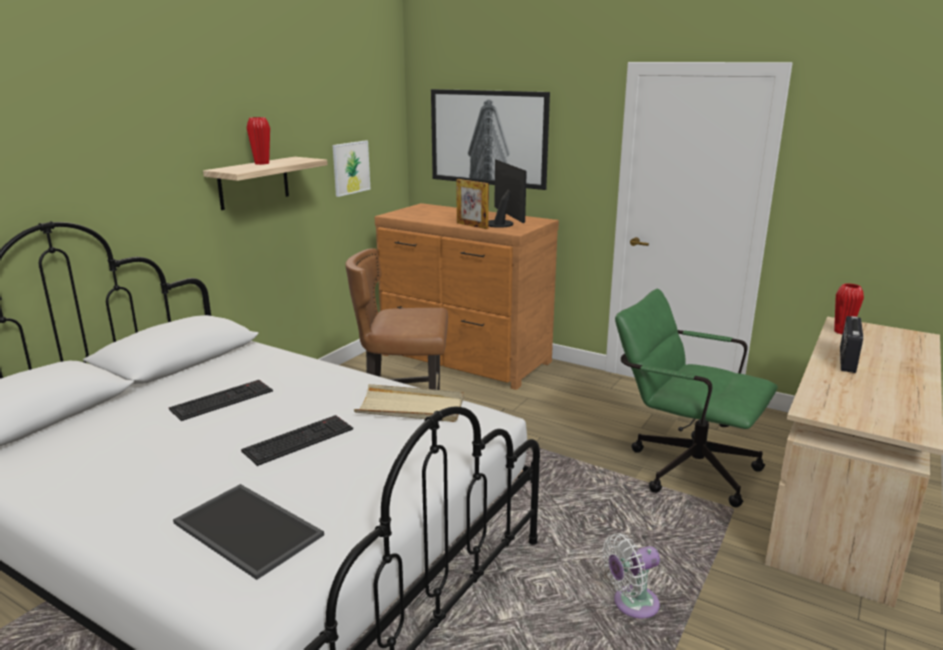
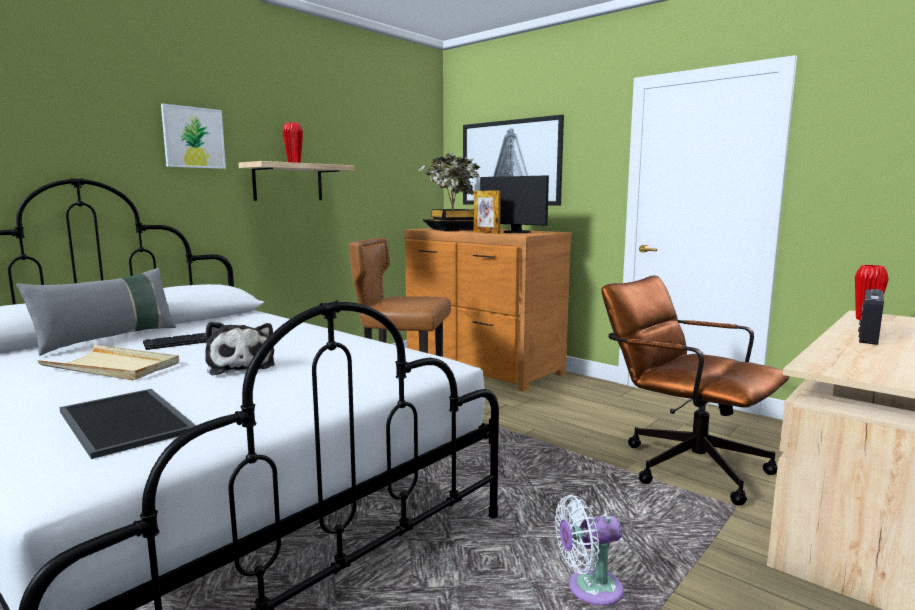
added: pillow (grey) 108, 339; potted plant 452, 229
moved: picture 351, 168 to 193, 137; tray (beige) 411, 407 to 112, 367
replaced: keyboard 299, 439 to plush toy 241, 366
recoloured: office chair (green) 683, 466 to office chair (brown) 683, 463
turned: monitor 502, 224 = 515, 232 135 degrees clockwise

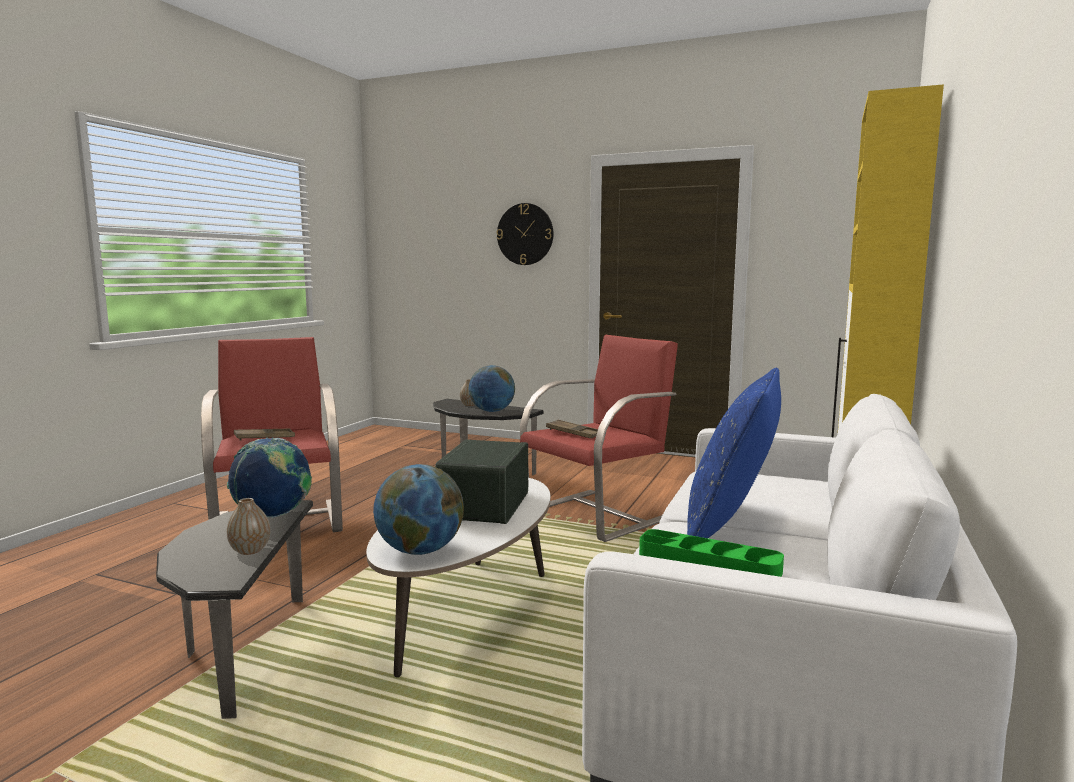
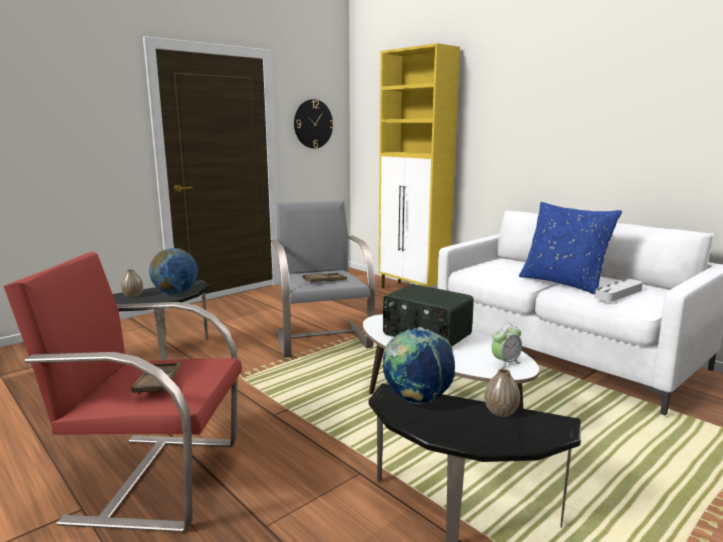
moved: wall clock 525, 234 to 313, 124
replaced: globe 420, 551 to alarm clock 505, 363
recoloured: armchair (red) 597, 514 to armchair (grey) 322, 338; tray (green) 708, 563 to tray (grey) 618, 293

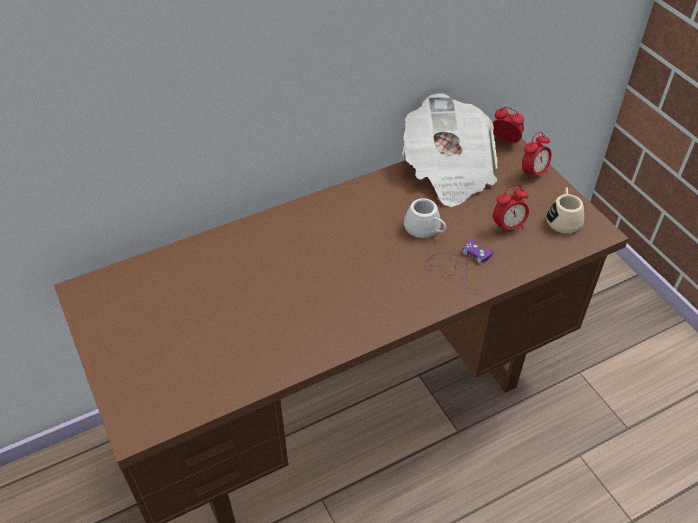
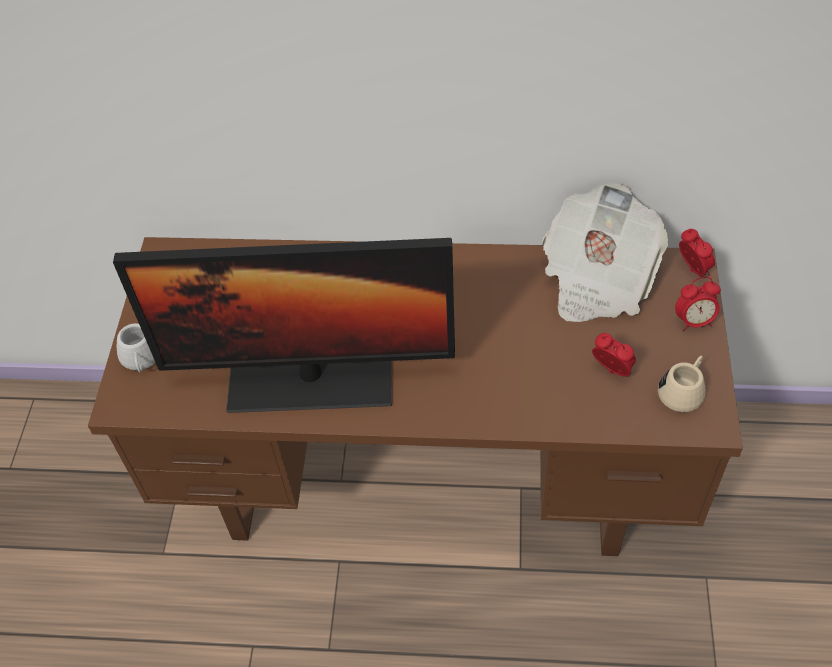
removed: game controller (purple) 459, 264
added: monitor 310, 378
moved: mug (white) 425, 229 to 141, 359
turned: alarm clock 508, 226 = 611, 371 150 degrees counterclockwise

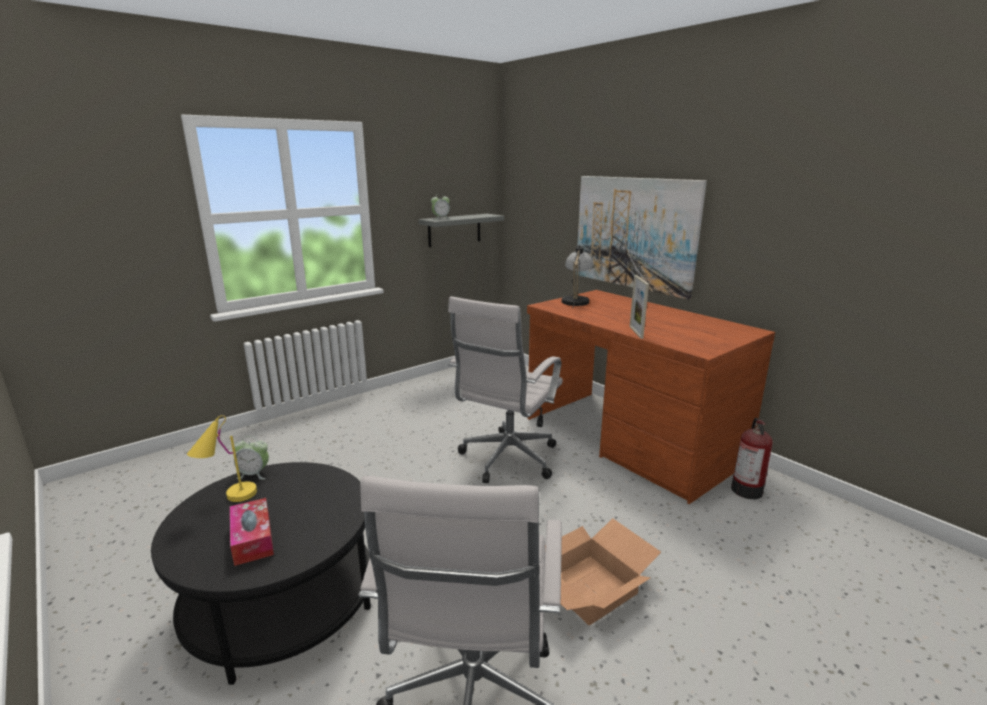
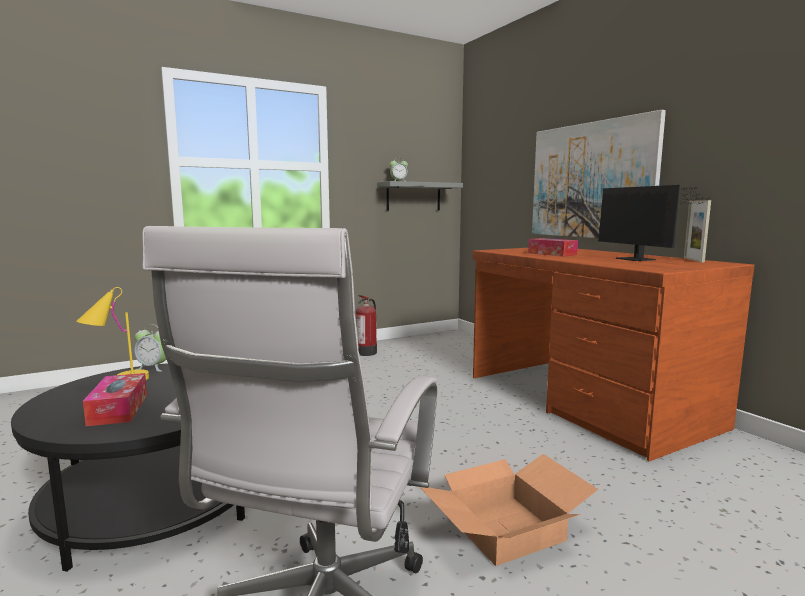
removed: office chair (white) 506, 460; table lamp 576, 300
added: tissue box 552, 254; monitor 638, 259
moved: picture frame 636, 332 to 693, 260; fire extinguisher 746, 489 to 367, 352

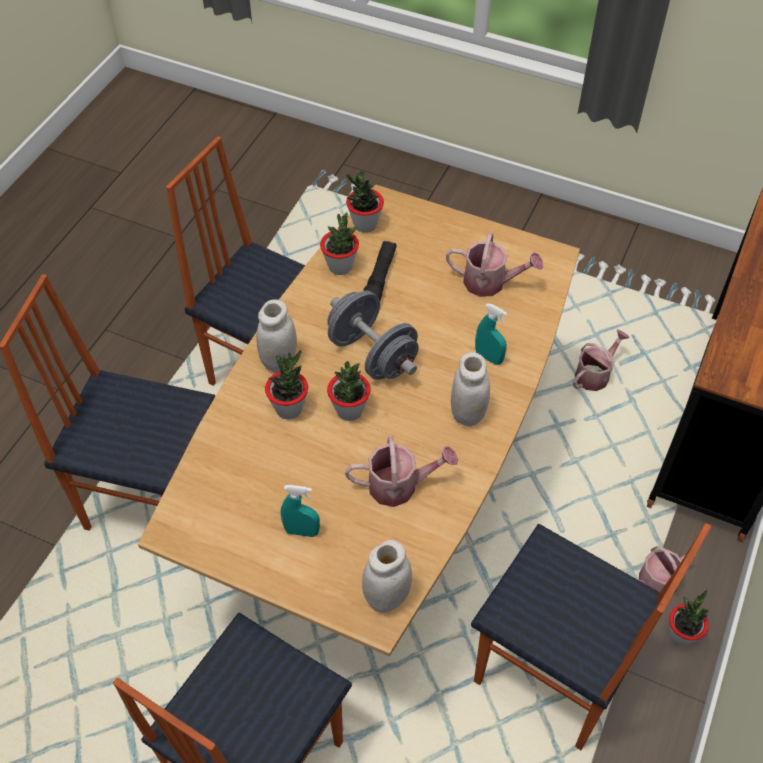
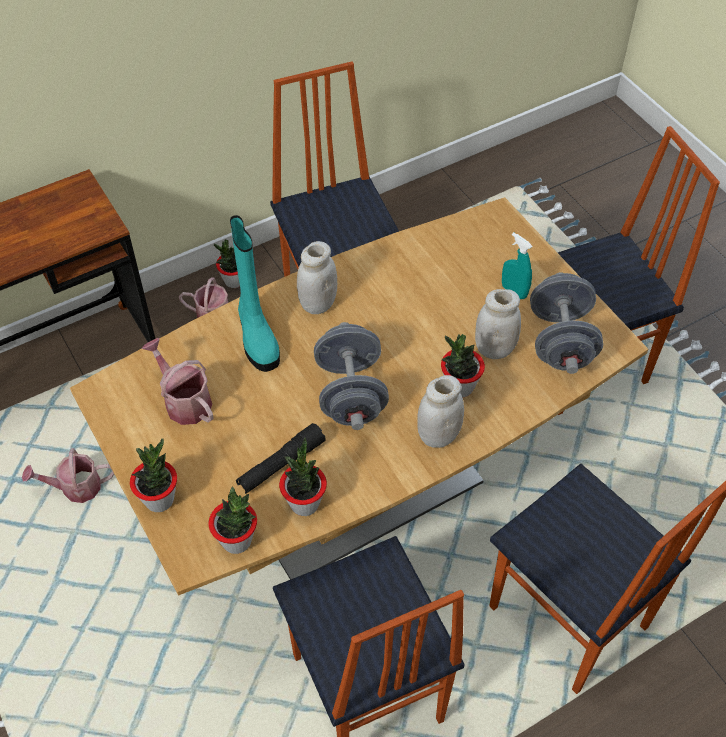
removed: watering can 399, 485
added: dumbbell (grey) 561, 341
moved: potted plant 349, 410 to 159, 499; jar (white) 387, 597 to 494, 349
replaced: spray bottle (turquoise) 488, 357 to boot (turquoise) 256, 336

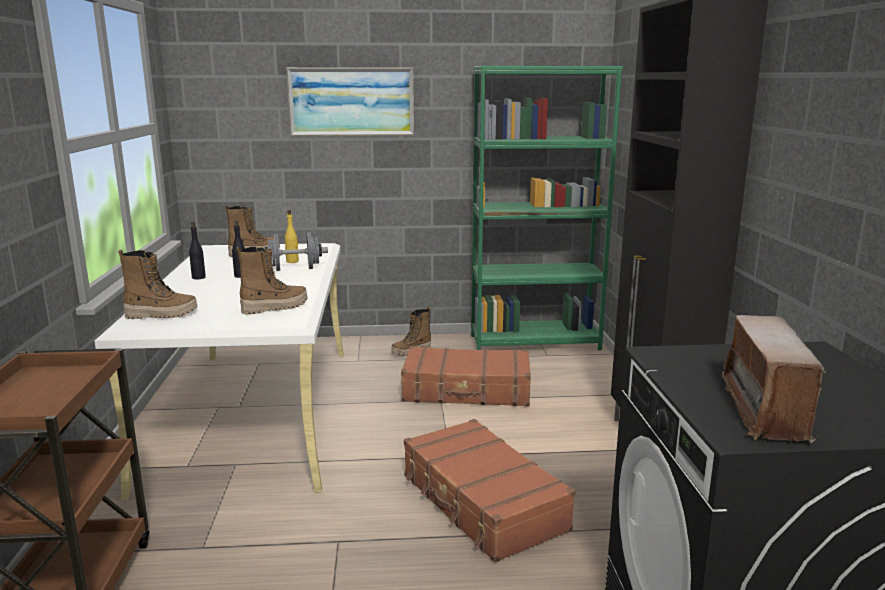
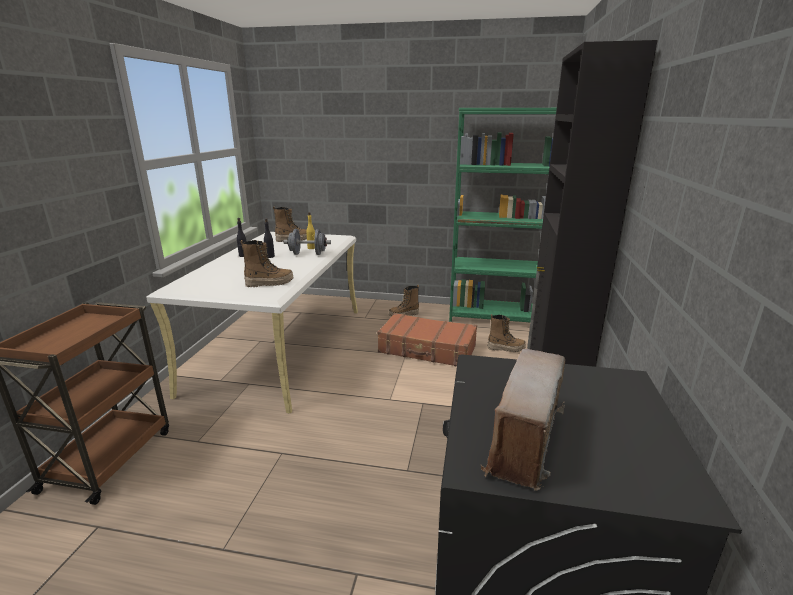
removed: picture 351, 101; suitcase (brown) 482, 503
moved: boot 161, 315 to 506, 348

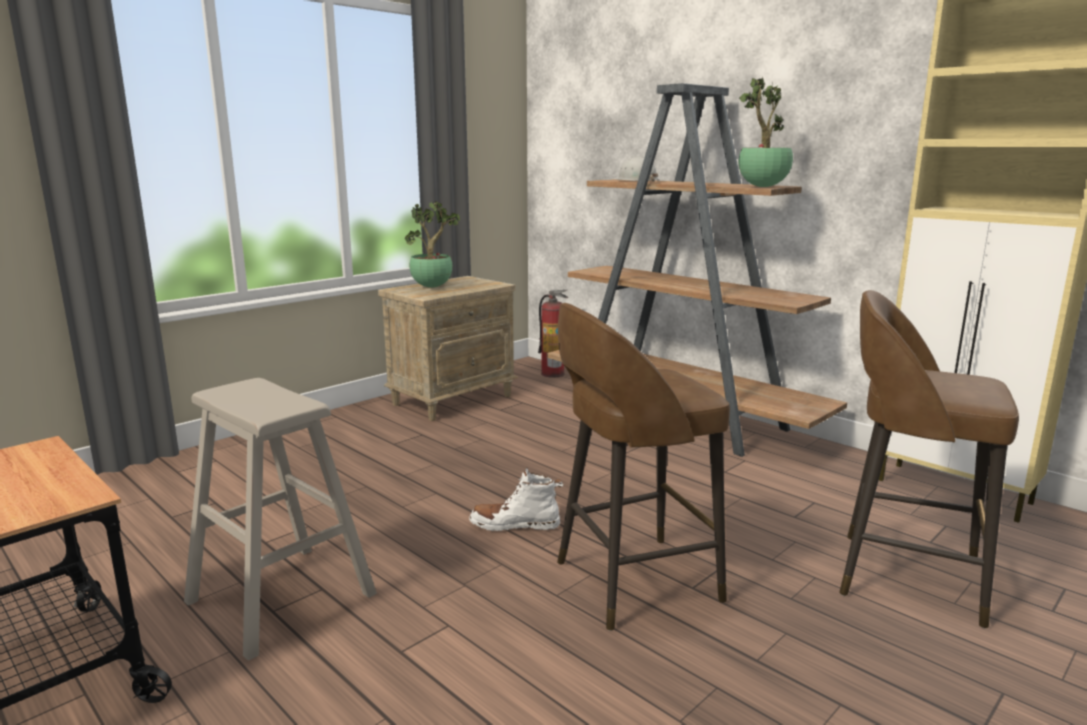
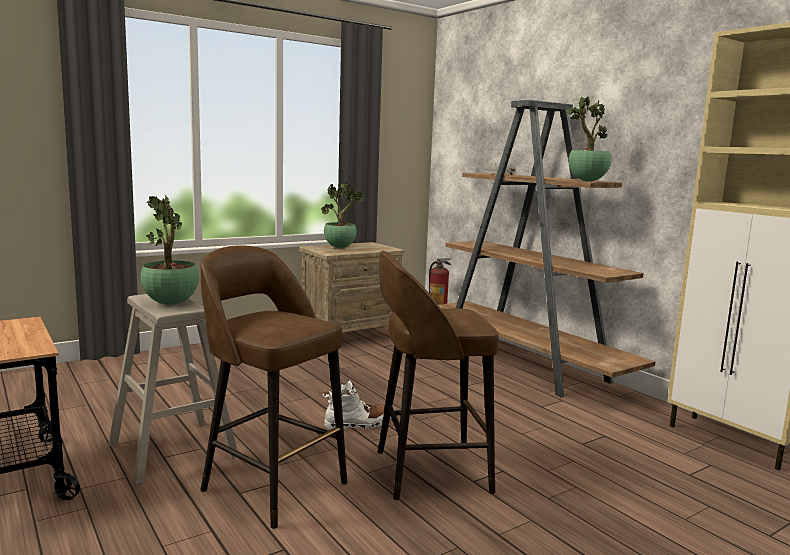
added: potted plant 171, 304
moved: stool (brown) 903, 576 to 272, 485
turned: boot (white) 515, 525 = 358, 424 150 degrees clockwise

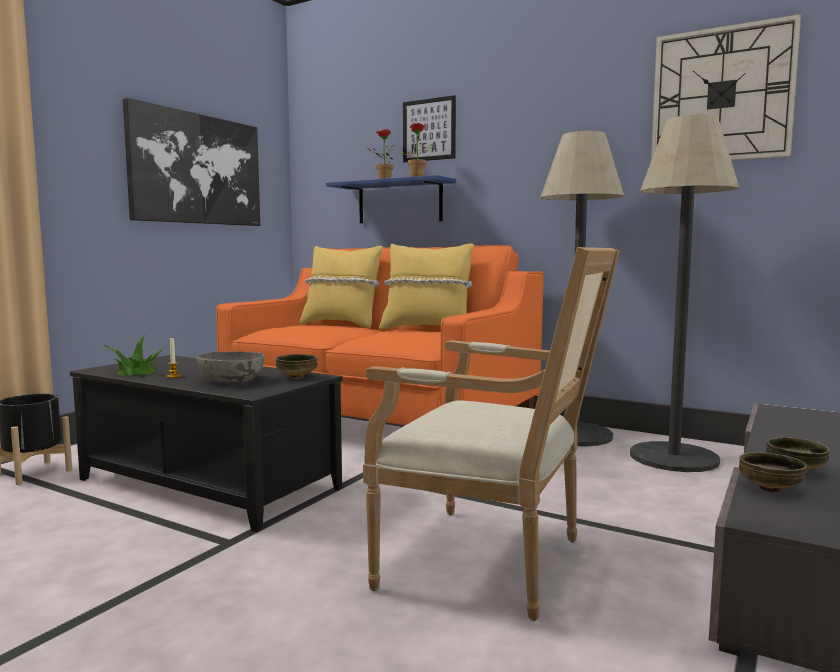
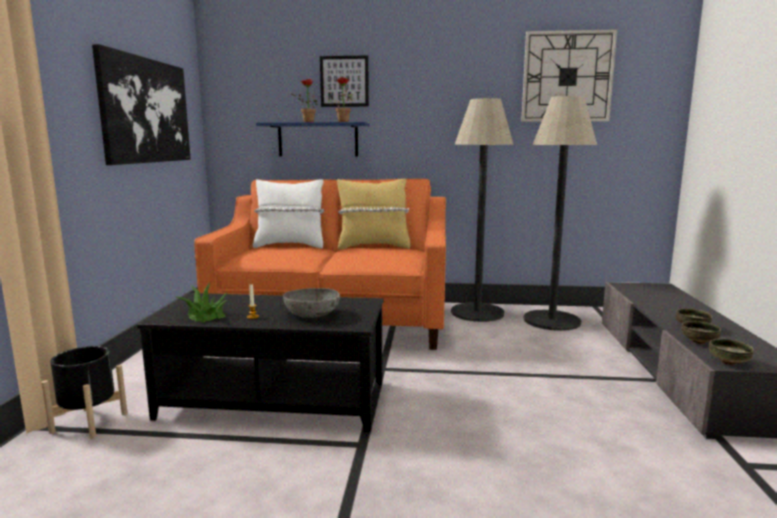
removed: armchair 494, 563
moved: bowl 297, 377 to 728, 362
recoloured: pillow (yellow) 341, 324 to pillow (white) 290, 246

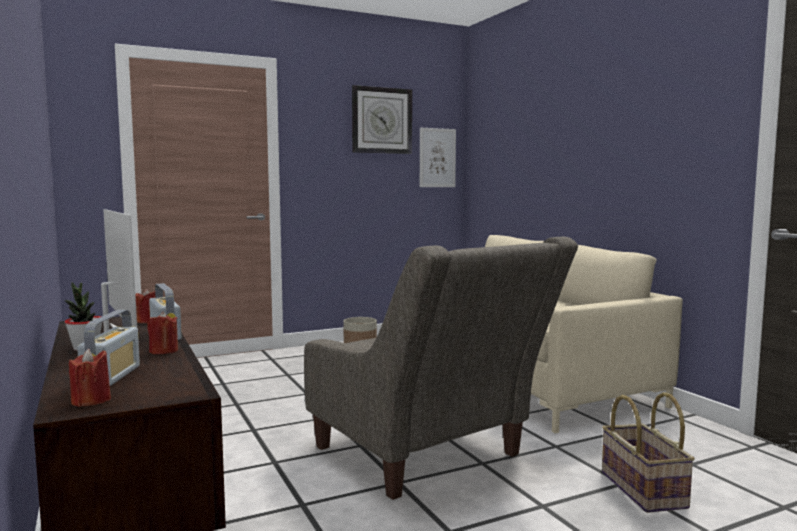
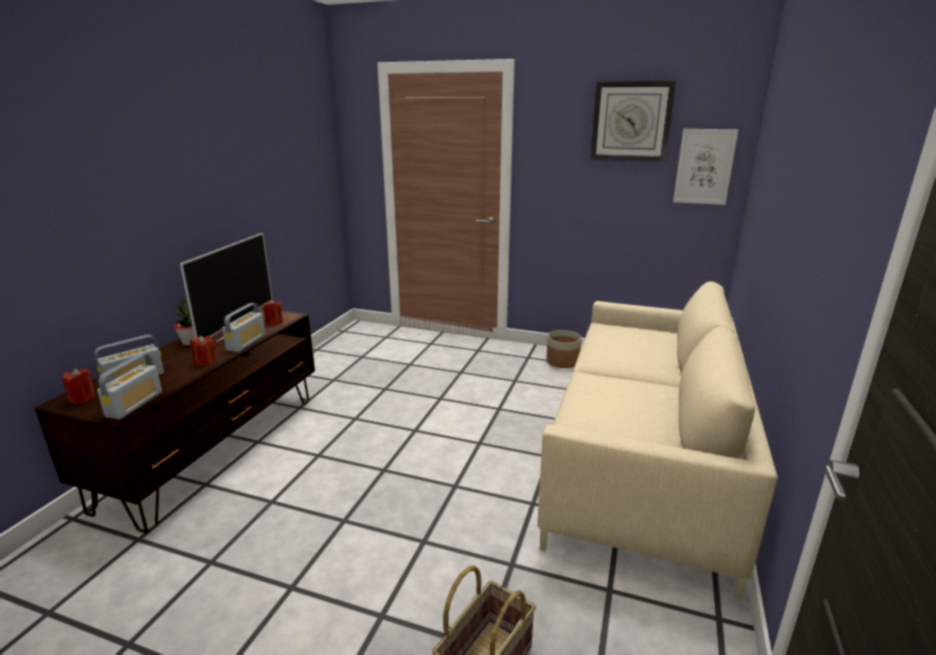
removed: armchair (grey) 430, 459
added: radio 134, 404

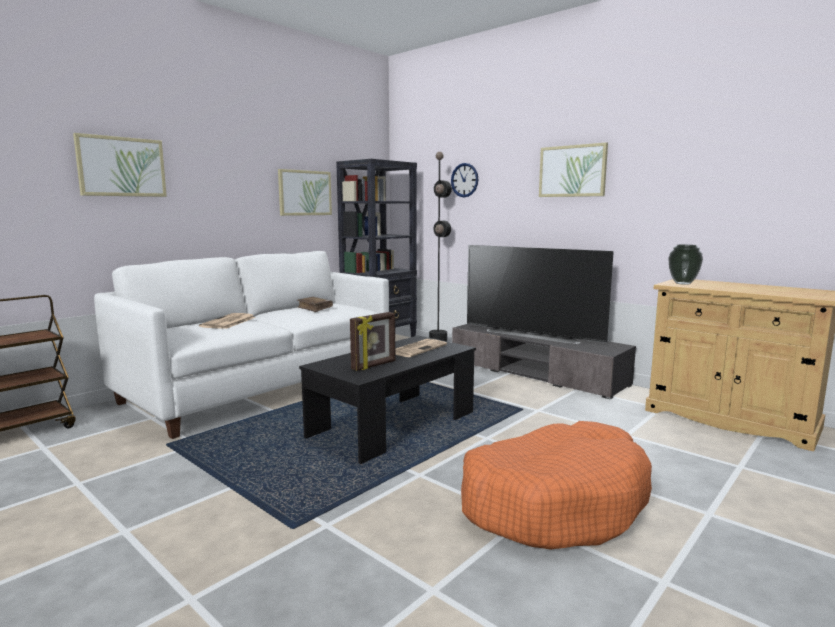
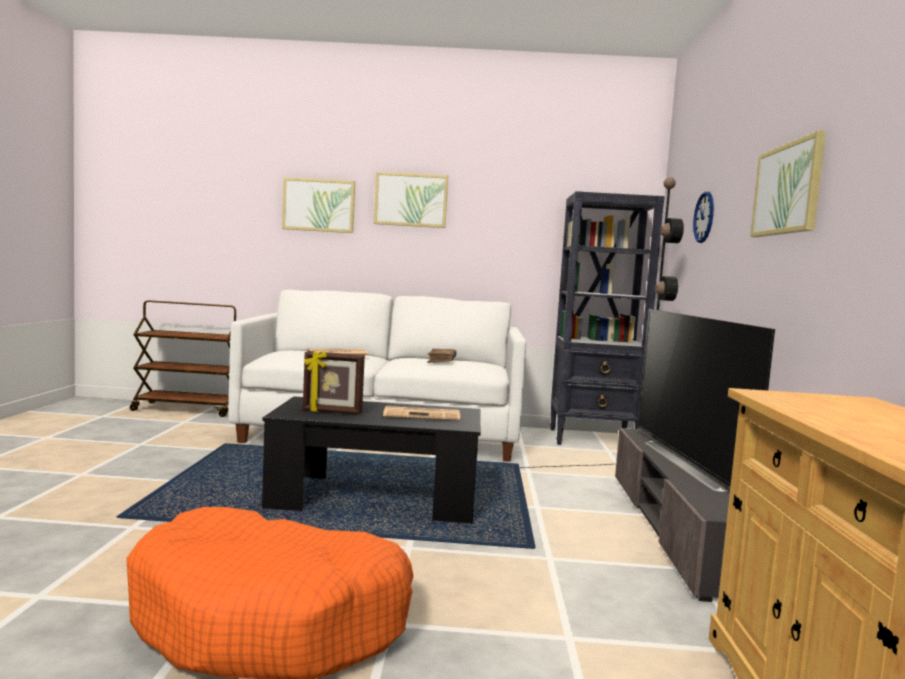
removed: vase 682, 283
moved: picture 305, 193 to 411, 200

